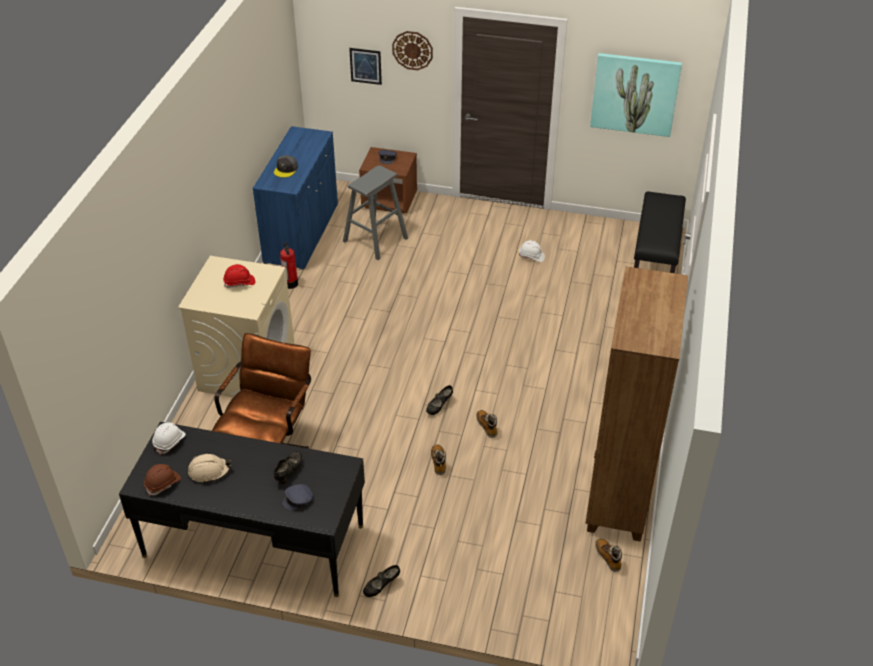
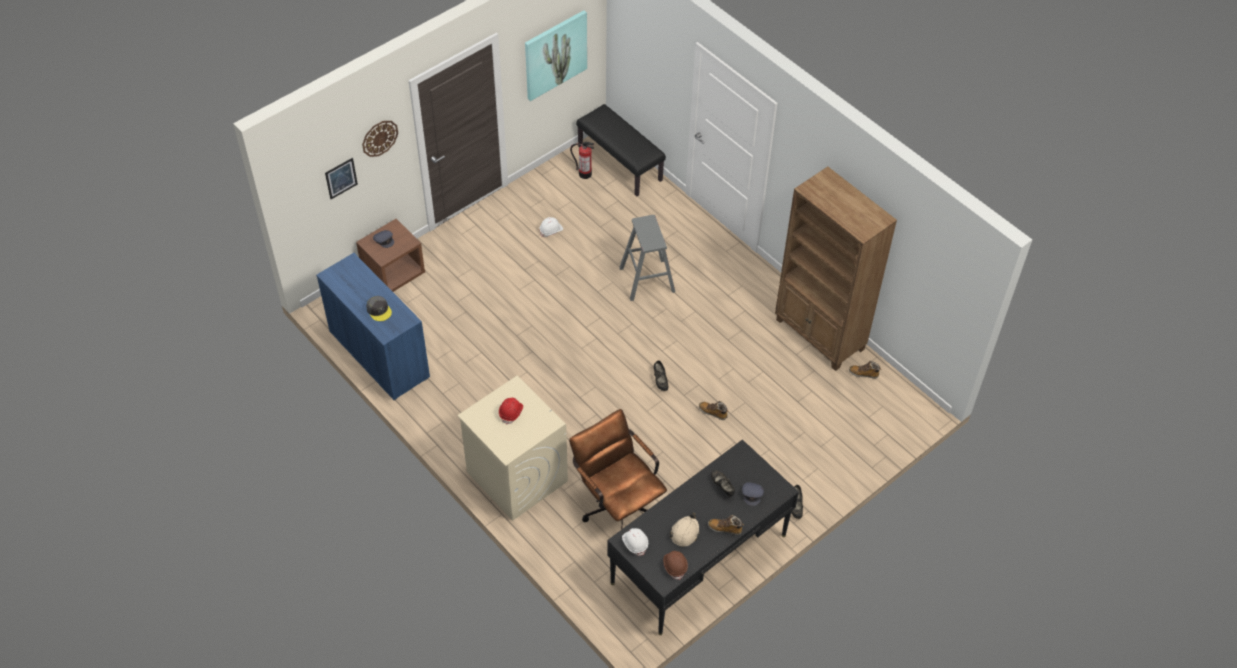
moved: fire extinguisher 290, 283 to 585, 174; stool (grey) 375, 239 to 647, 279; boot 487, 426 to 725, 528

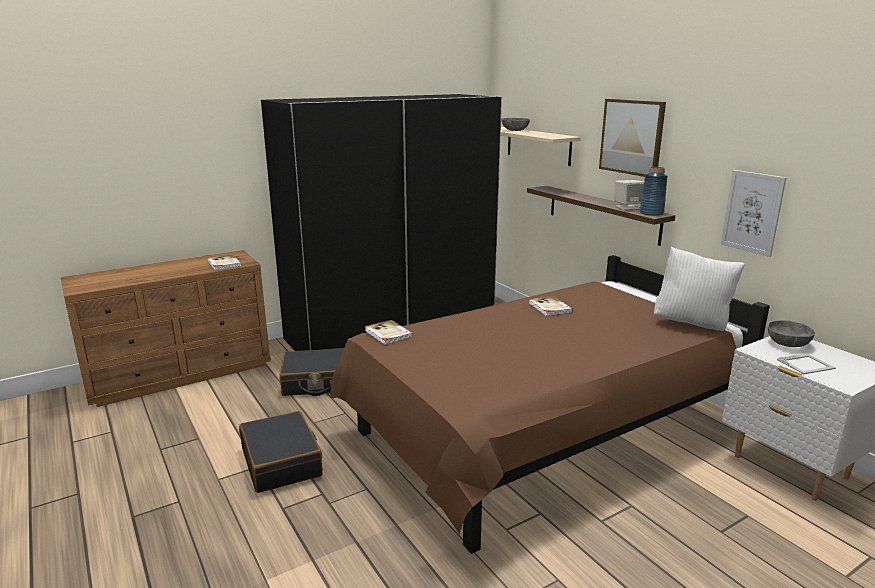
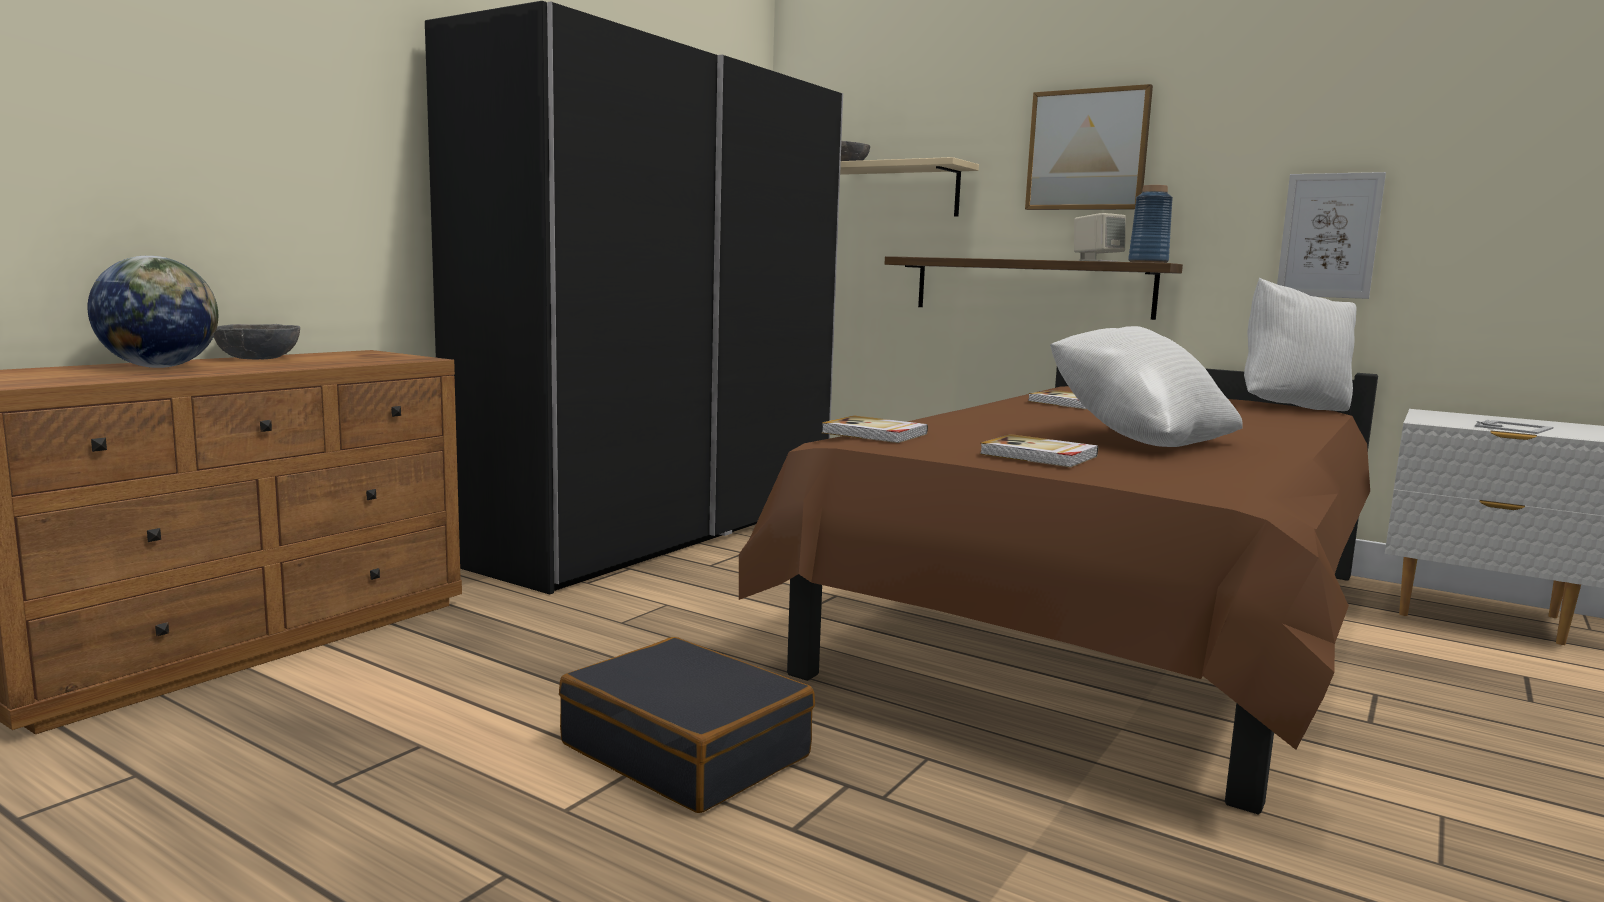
removed: suitcase (black) 317, 382
added: globe 160, 367; pillow (white) 1139, 441
moved: book 223, 264 to 1038, 455; bowl (grey) 787, 343 to 259, 358

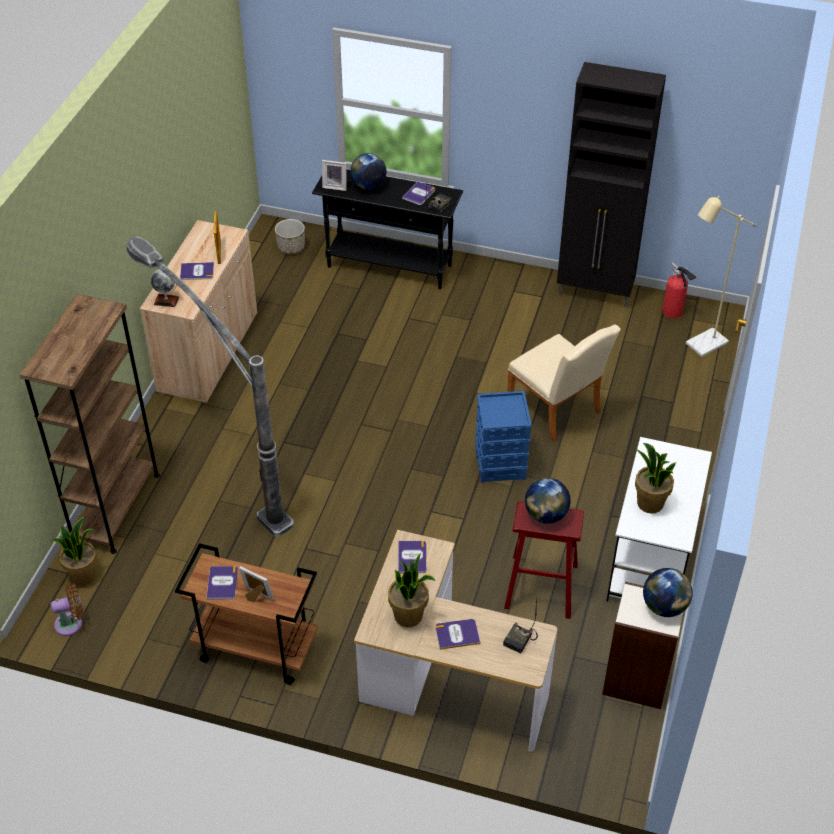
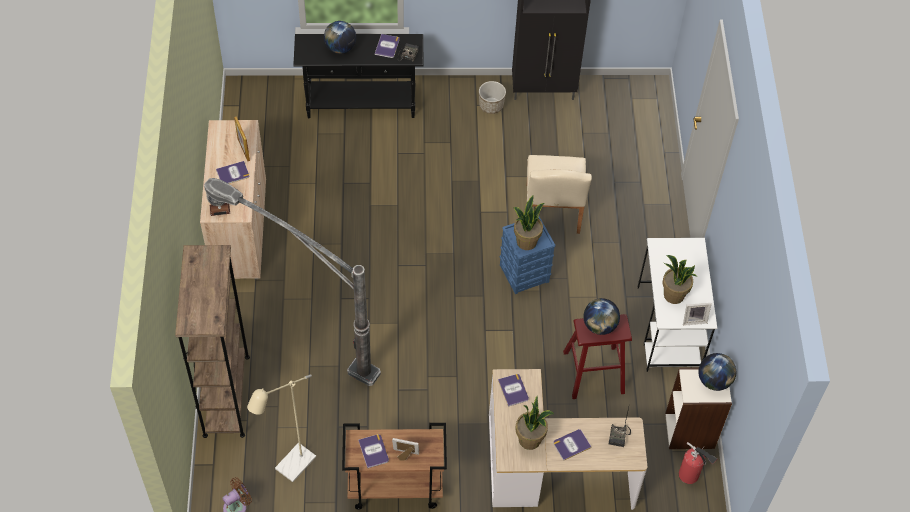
moved: potted plant 83, 575 to 526, 241; planter 291, 247 to 491, 105; picture frame 335, 186 to 694, 319; fire extinguisher 673, 313 to 690, 476; floor lamp (beige) 701, 346 to 290, 468
turned: chair (beige) 557, 411 = 552, 212 60 degrees clockwise

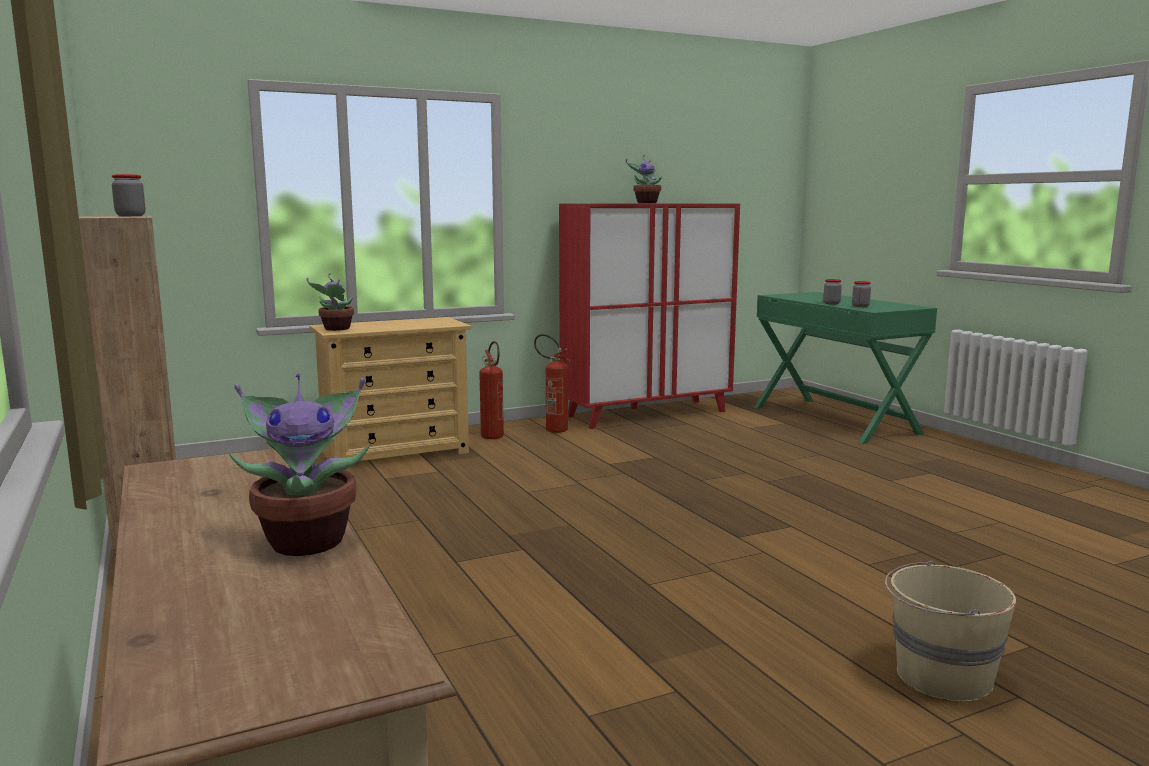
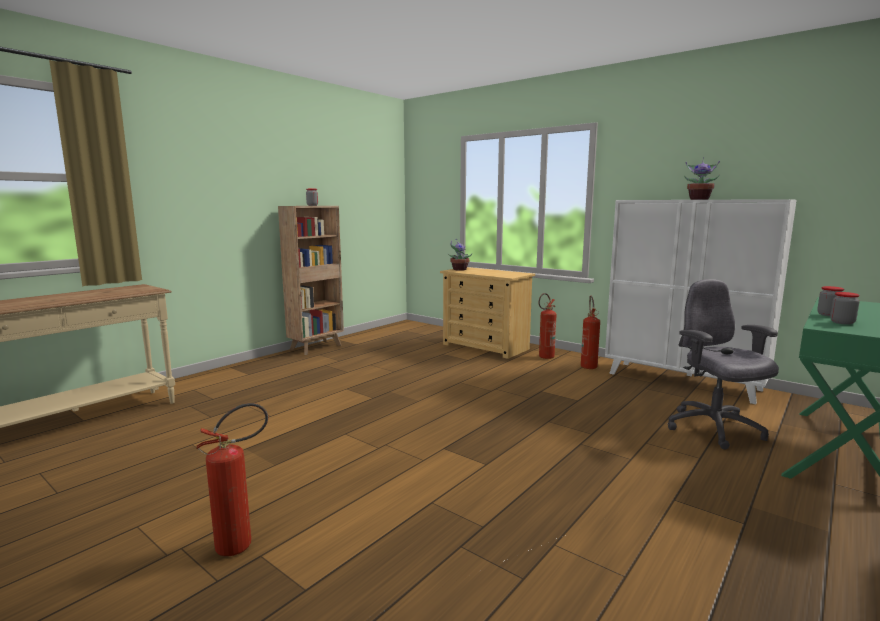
removed: potted plant 308, 540
added: office chair (grey) 714, 429
replaced: bucket (beige) 941, 677 to fire extinguisher 243, 544
recoloured: cabinet (red) 647, 414 to cabinet (white) 683, 381

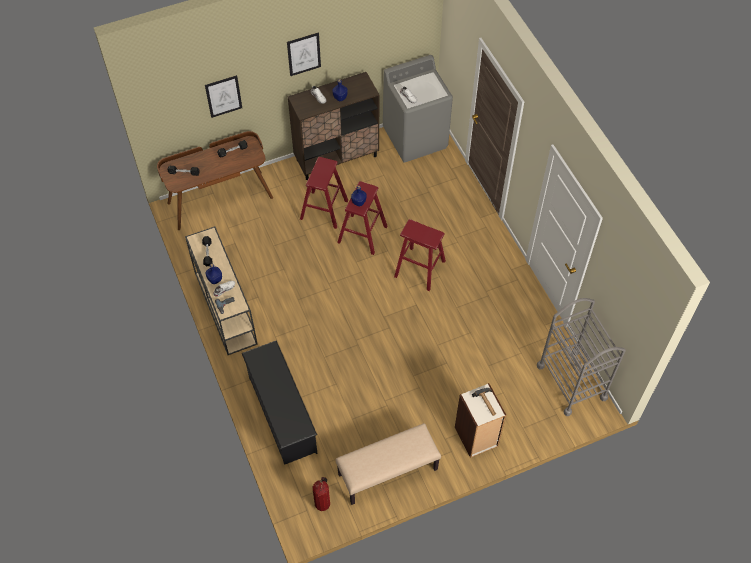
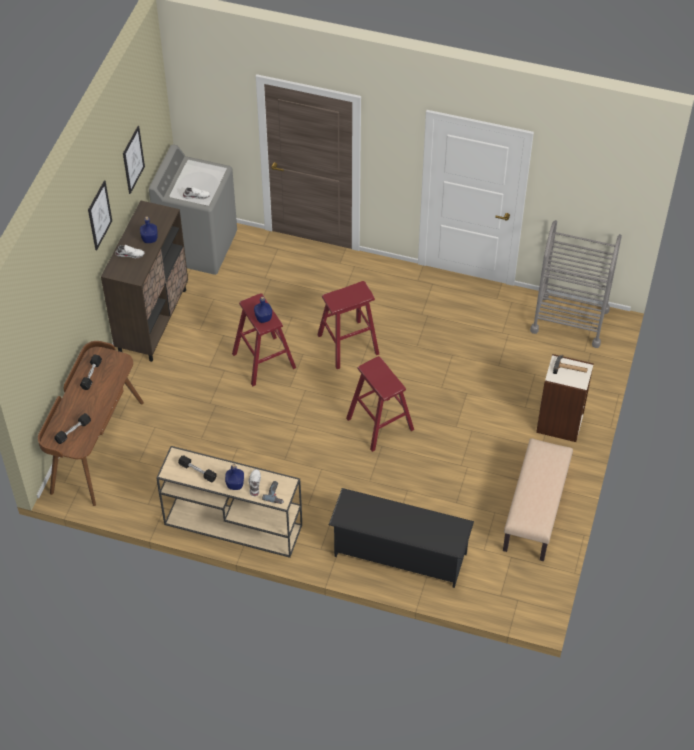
removed: fire extinguisher 322, 502
moved: picture 223, 96 to 133, 159; stool (red) 324, 210 to 380, 424

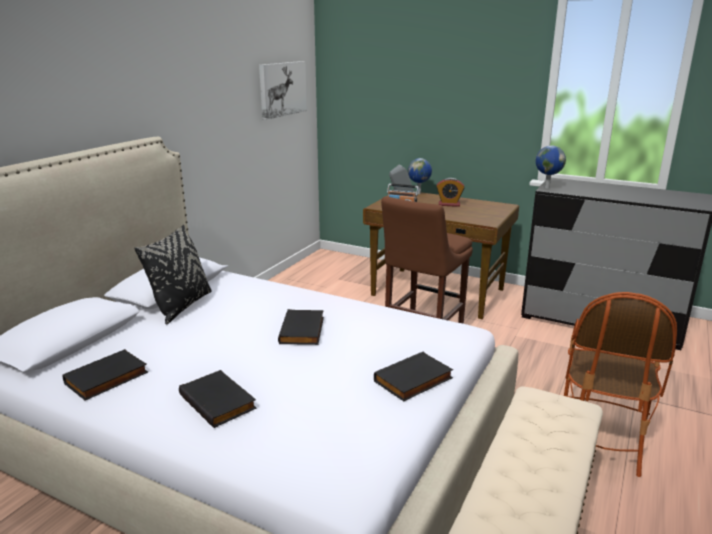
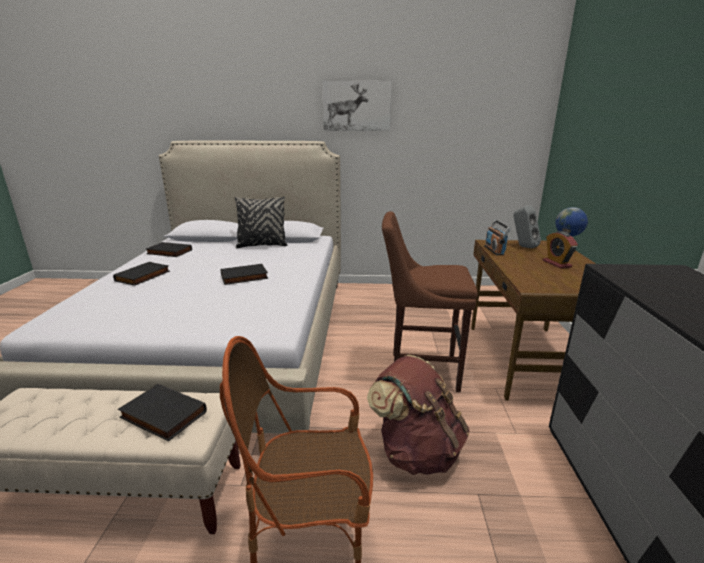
removed: globe 546, 187
added: backpack (brown) 416, 451
moved: picture 282, 89 to 357, 106; book (black) 414, 380 to 161, 415

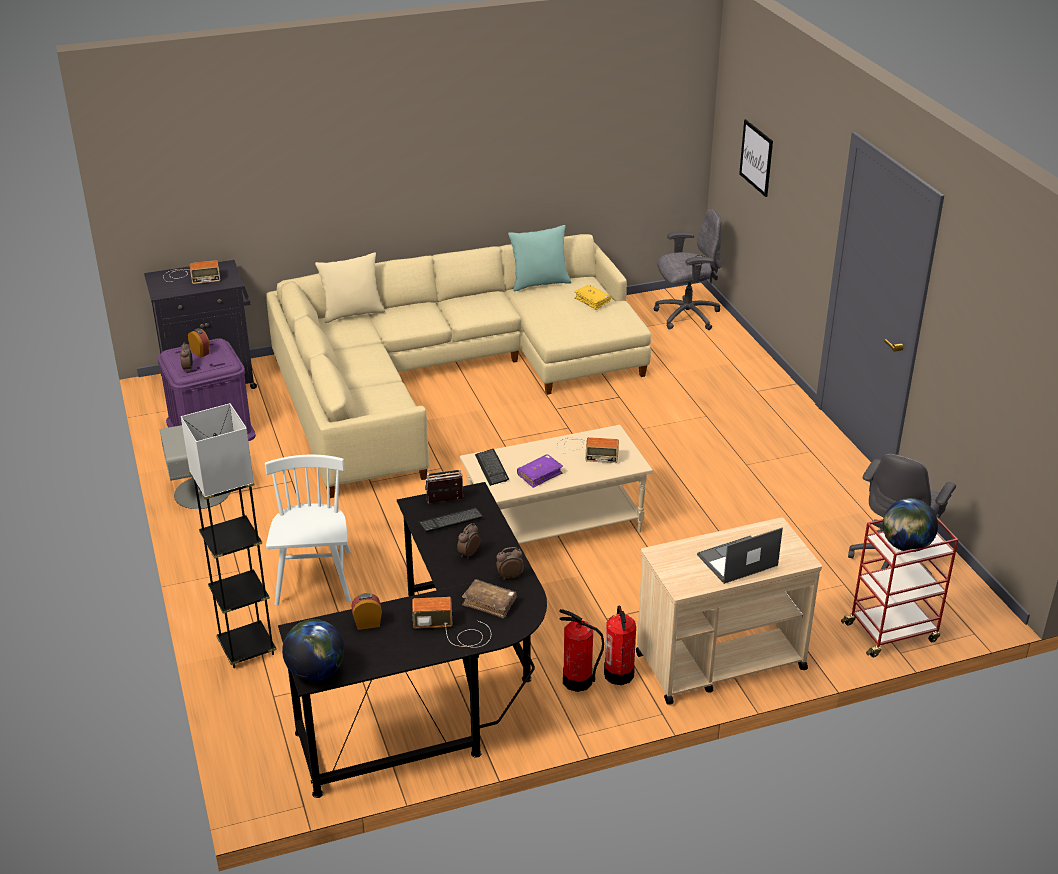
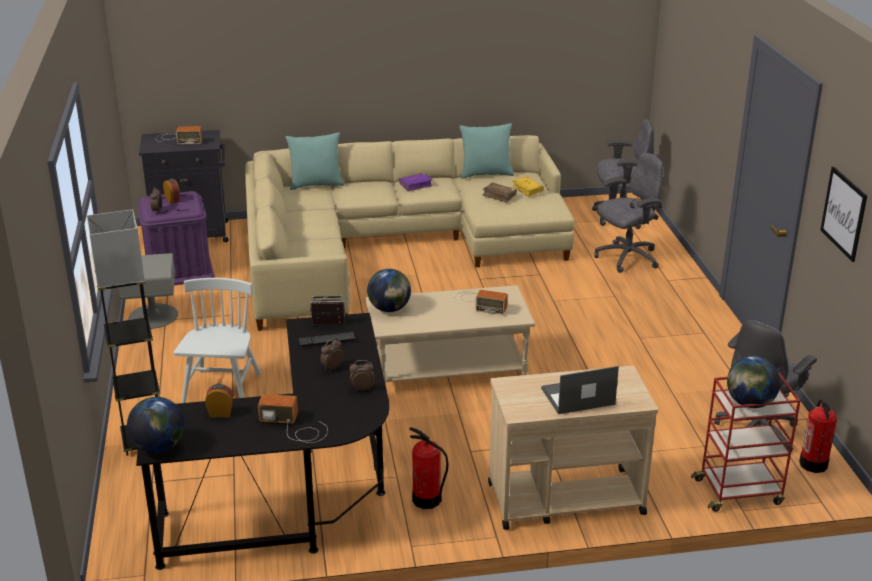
added: office chair (grey) 626, 258
moved: book (brown) 489, 603 to 499, 196; book (purple) 539, 475 to 415, 185; fire extinguisher 619, 674 to 813, 464; picture 756, 157 to 844, 213
replaced: keyboard 491, 468 to globe 389, 309
recoloured: pillow (beige) 352, 313 to pillow (turquoise) 316, 184

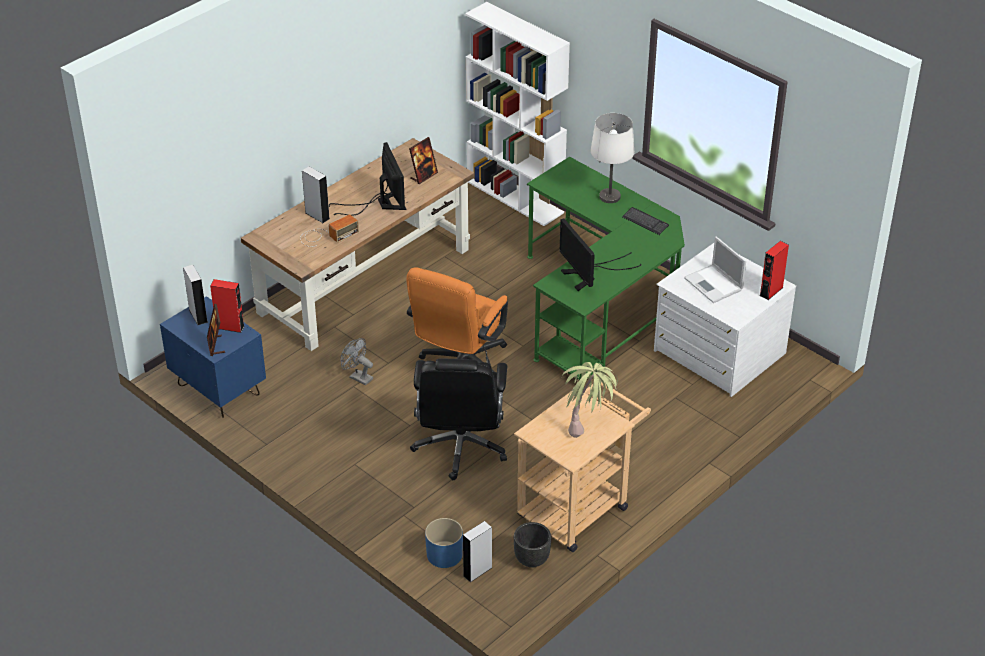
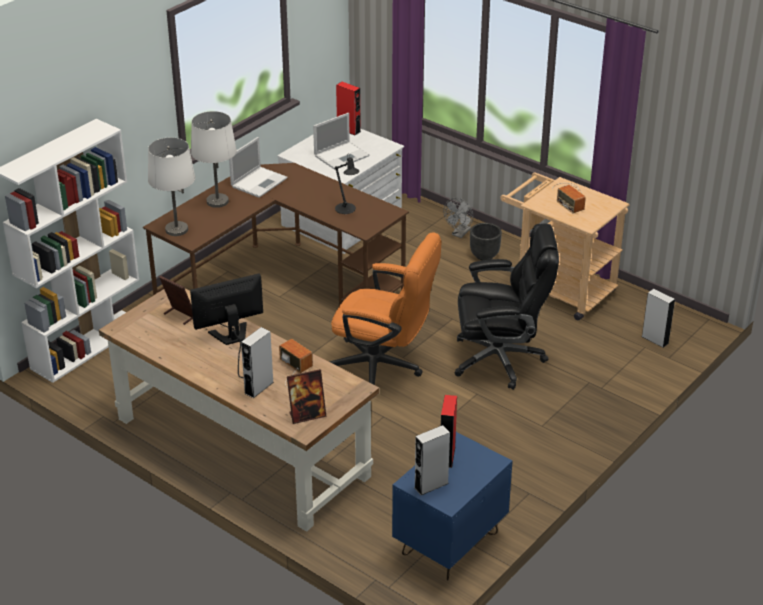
removed: planter (blue) 444, 555
added: table lamp (white) 176, 230
moved: picture frame 216, 345 to 307, 415; fan (grey) 358, 377 to 459, 234; planter (black) 532, 560 to 484, 256
replaced: monitor 589, 275 to table lamp (black) 346, 210; potted plant 588, 425 to radio 569, 197; keyboard 645, 222 to laptop 259, 182
recoloured: desk (green) 601, 306 to desk (brown) 279, 284

